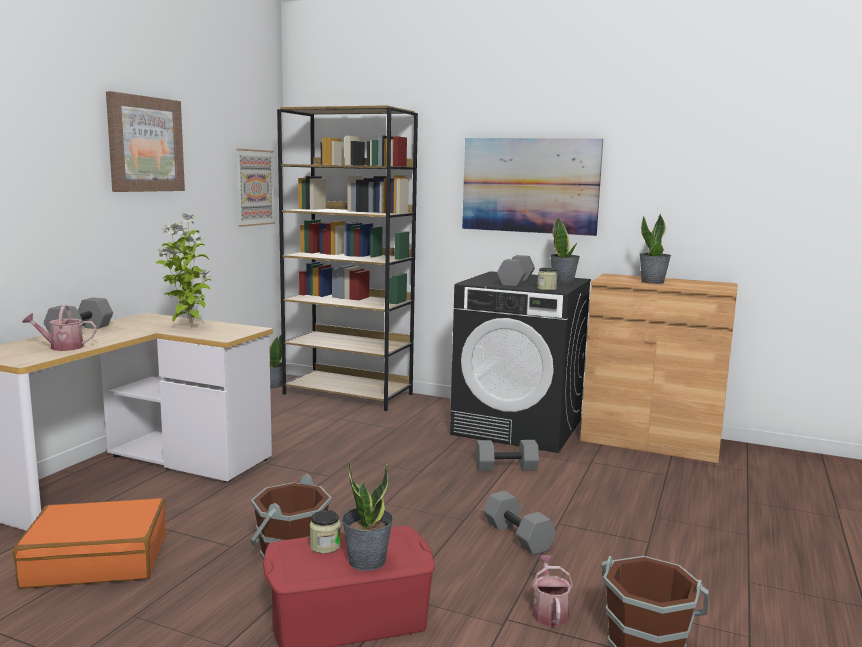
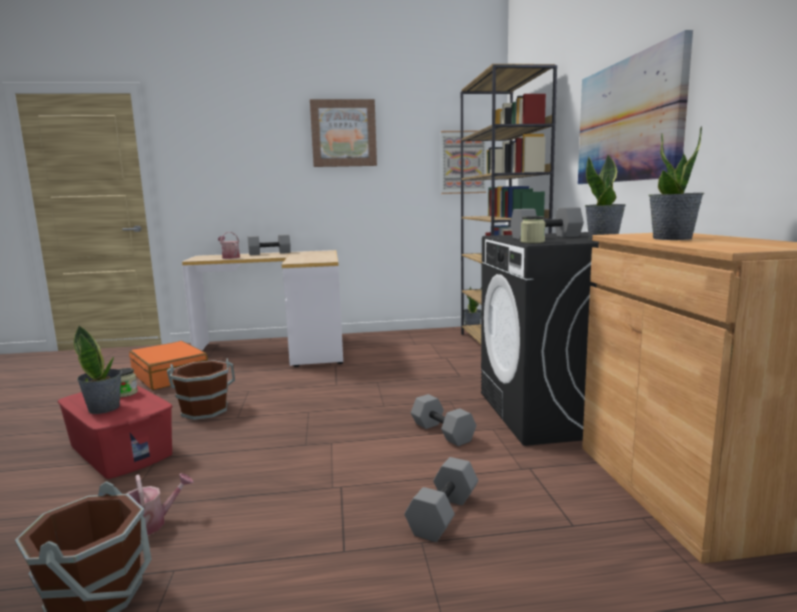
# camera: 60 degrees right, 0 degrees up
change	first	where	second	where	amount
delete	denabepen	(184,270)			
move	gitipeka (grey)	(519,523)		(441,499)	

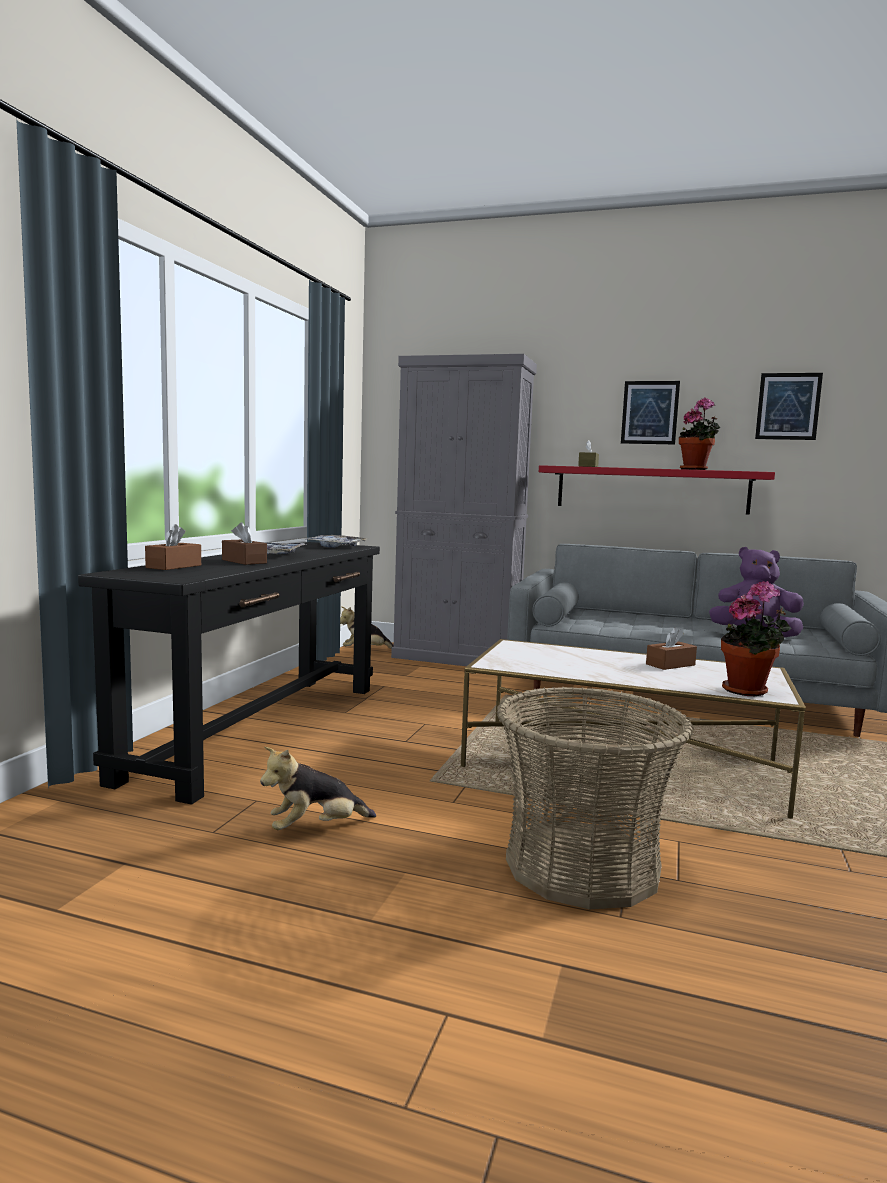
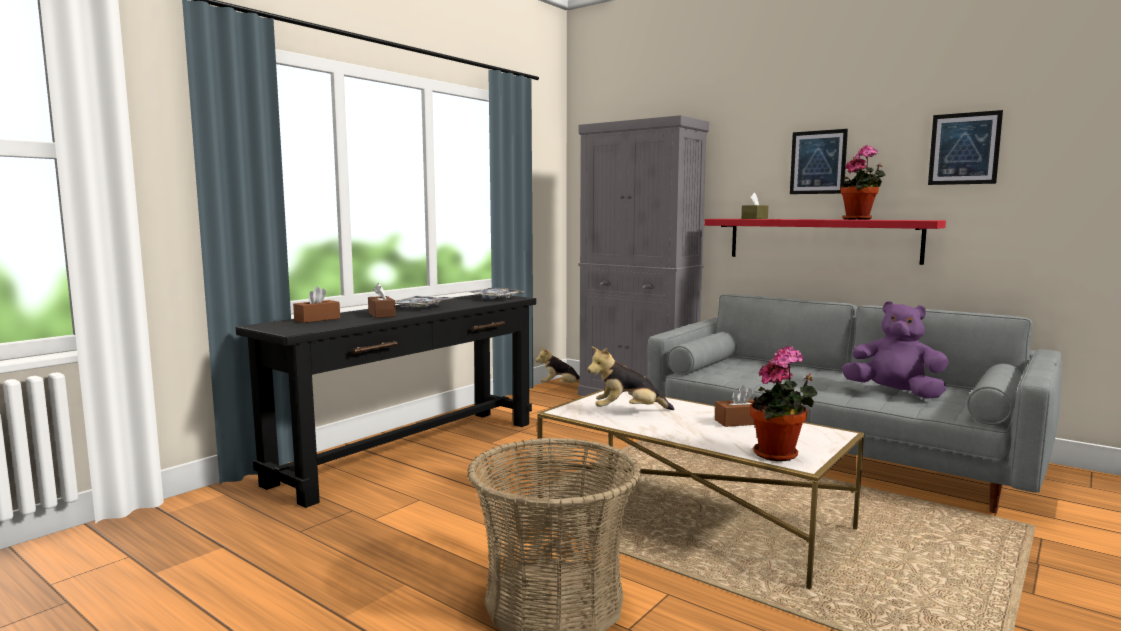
# camera: 20 degrees right, 0 degrees up
change	first	where	second	where	amount
move	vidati	(318,788)		(631,378)	

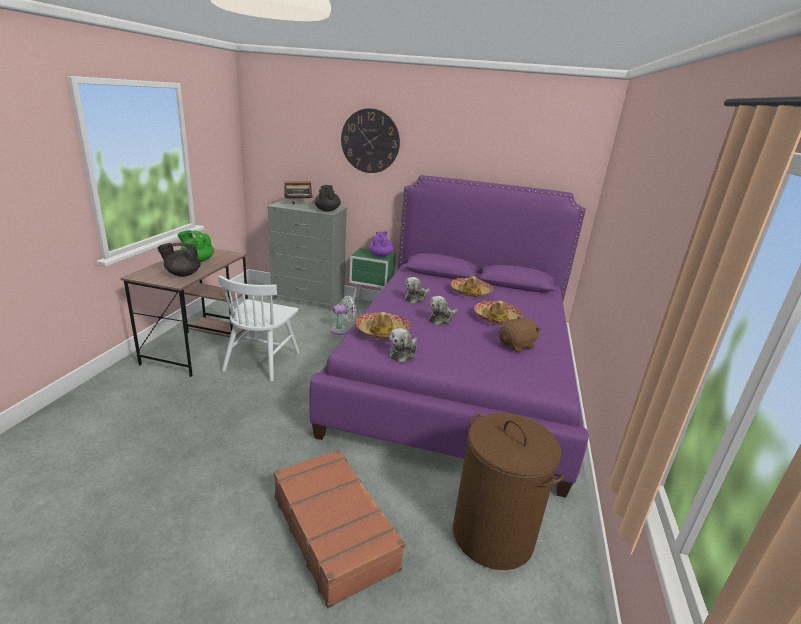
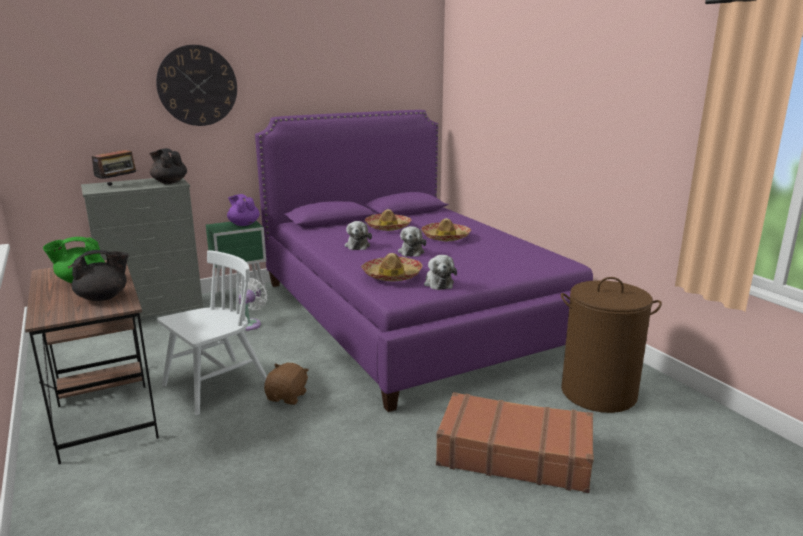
# camera: 40 degrees left, 5 degrees down
change	first	where	second	where	amount
rotate	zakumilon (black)	(178,259)		(100,275)	150 degrees counterclockwise
rotate	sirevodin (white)	(258,328)		(212,332)	105 degrees counterclockwise
move	vidati (brown)	(520,334)		(286,384)	

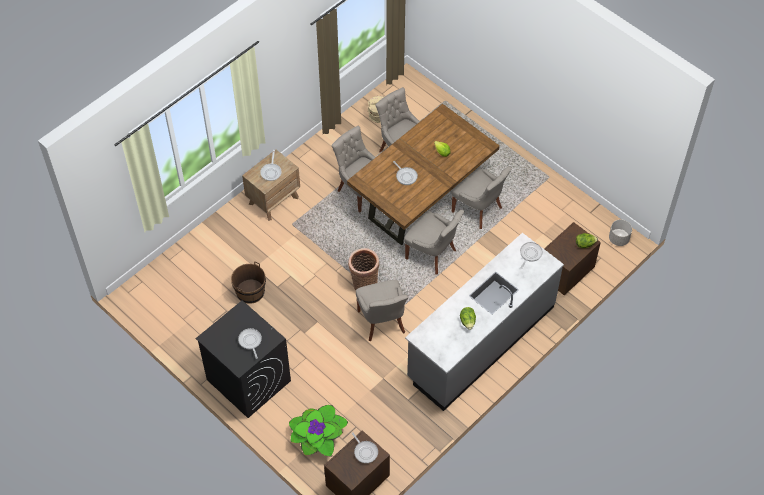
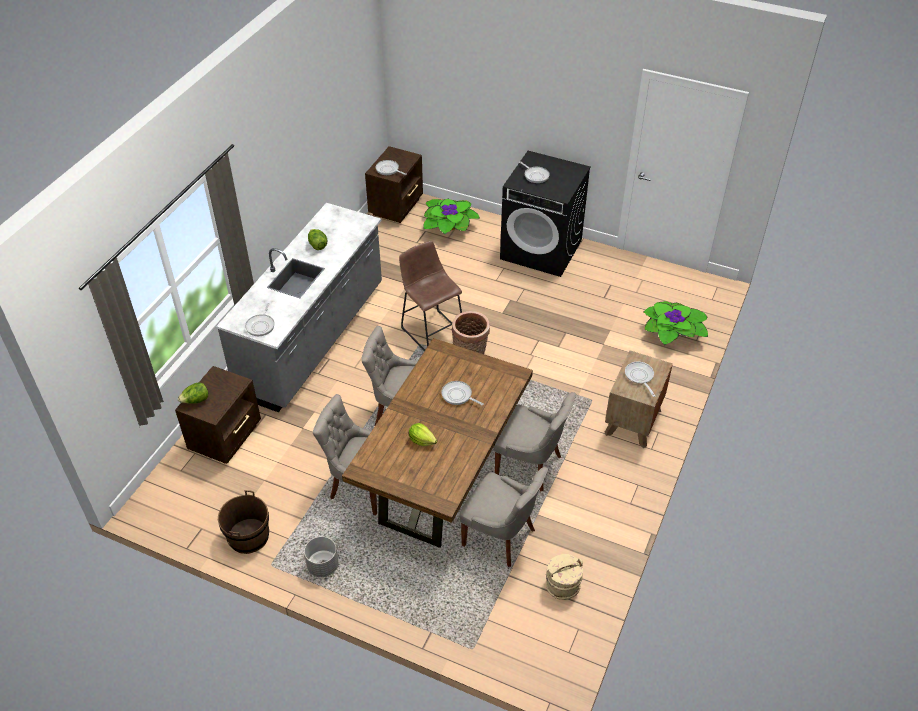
# camera: 160 degrees right, 10 degrees down
change	first	where	second	where	amount
move	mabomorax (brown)	(248,282)		(243,522)	
replace	sirevodin (grey)	(382,311)	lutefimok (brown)	(430,296)	
move	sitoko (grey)	(620,233)		(321,556)	
insert			denabepen	(676,323)	

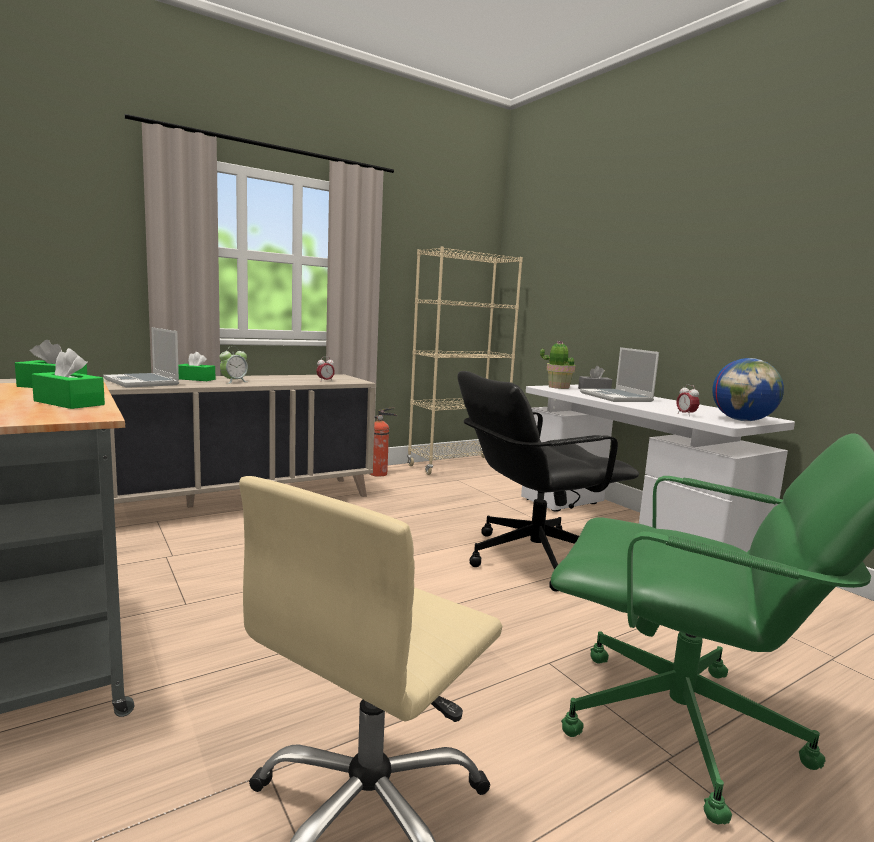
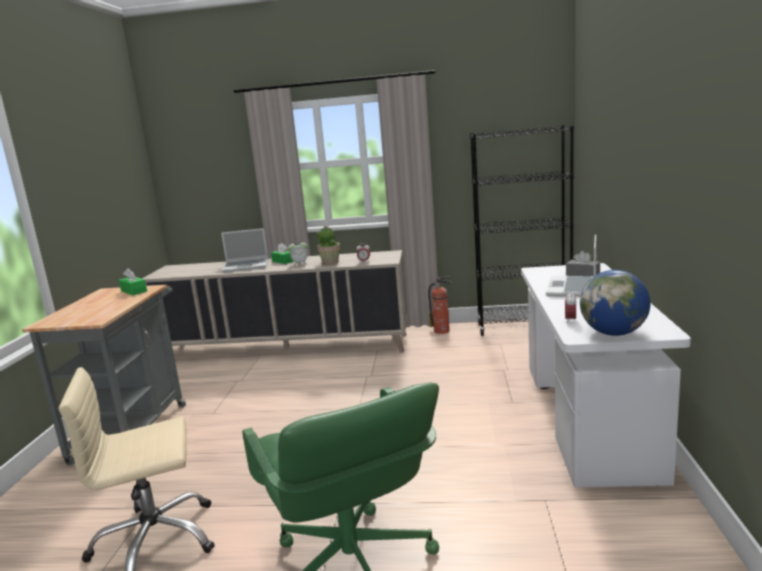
# camera: 40 degrees right, 5 degrees up
change	first	where	second	where	amount
delete	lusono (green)	(68,378)			
rotate	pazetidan	(141,357)		(244,250)	90 degrees counterclockwise
recolor	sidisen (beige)	(465,361)	sidisen (black)	(522,230)	
delete	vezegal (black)	(548,481)			
move	denabepen	(558,364)		(328,245)	

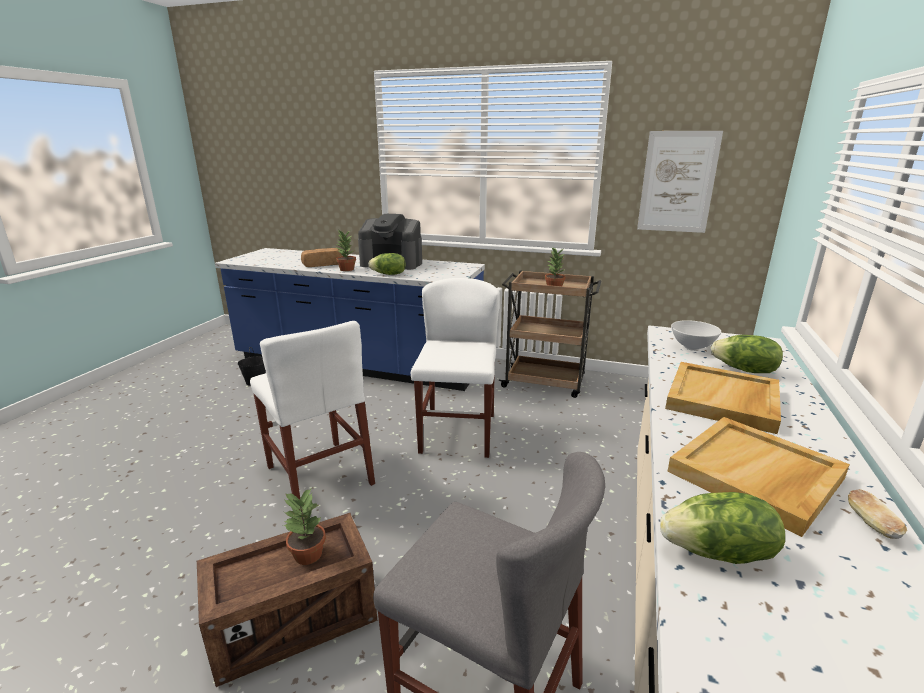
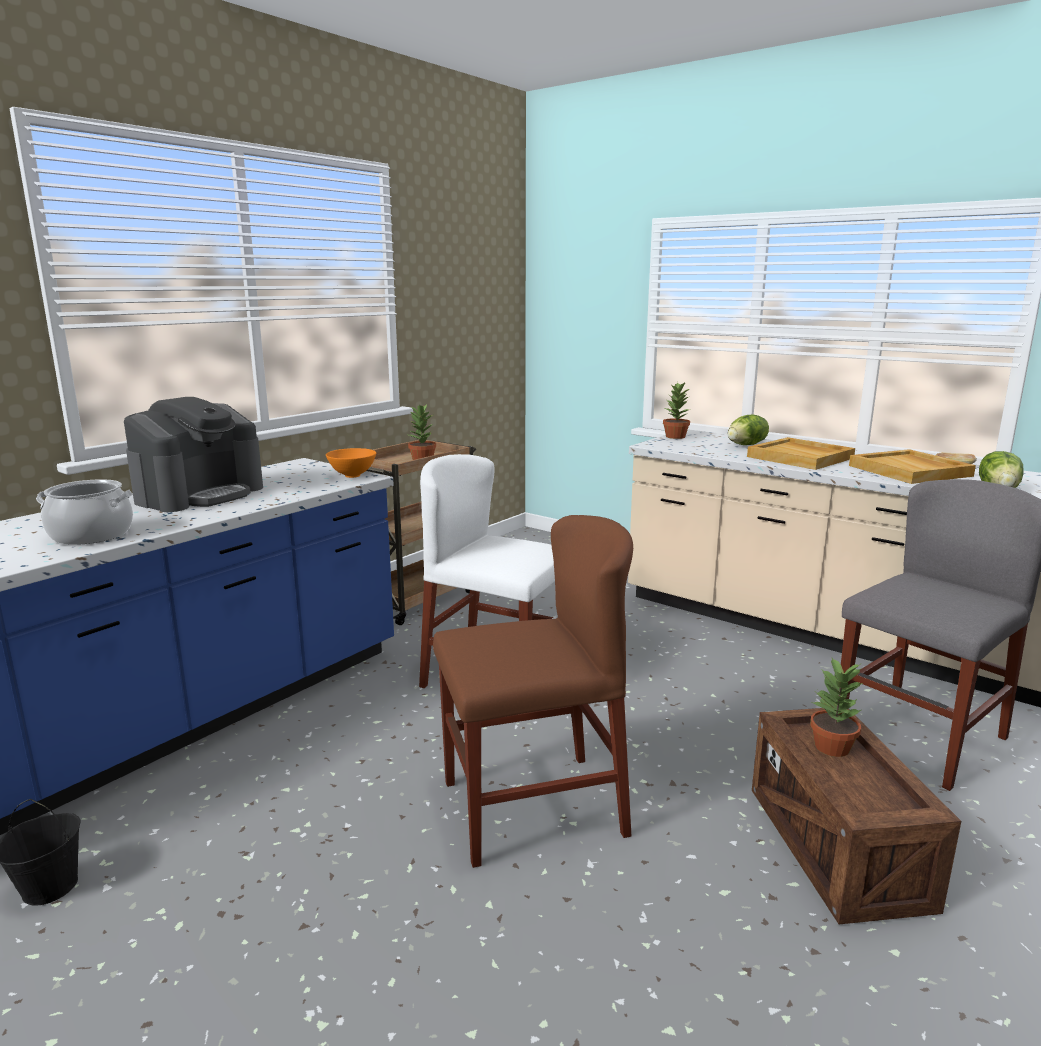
# camera: 70 degrees left, 5 degrees down
change	first	where	second	where	amount
recolor	sirevodin (white)	(312,410)	sirevodin (brown)	(533,691)	
replace	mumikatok	(322,257)	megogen	(84,512)	
move	denabepen	(346,250)		(676,410)	
delete	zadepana	(387,264)			
delete	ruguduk	(680,182)			
delete	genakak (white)	(696,335)			
insert			genakak (orange)	(351,463)	

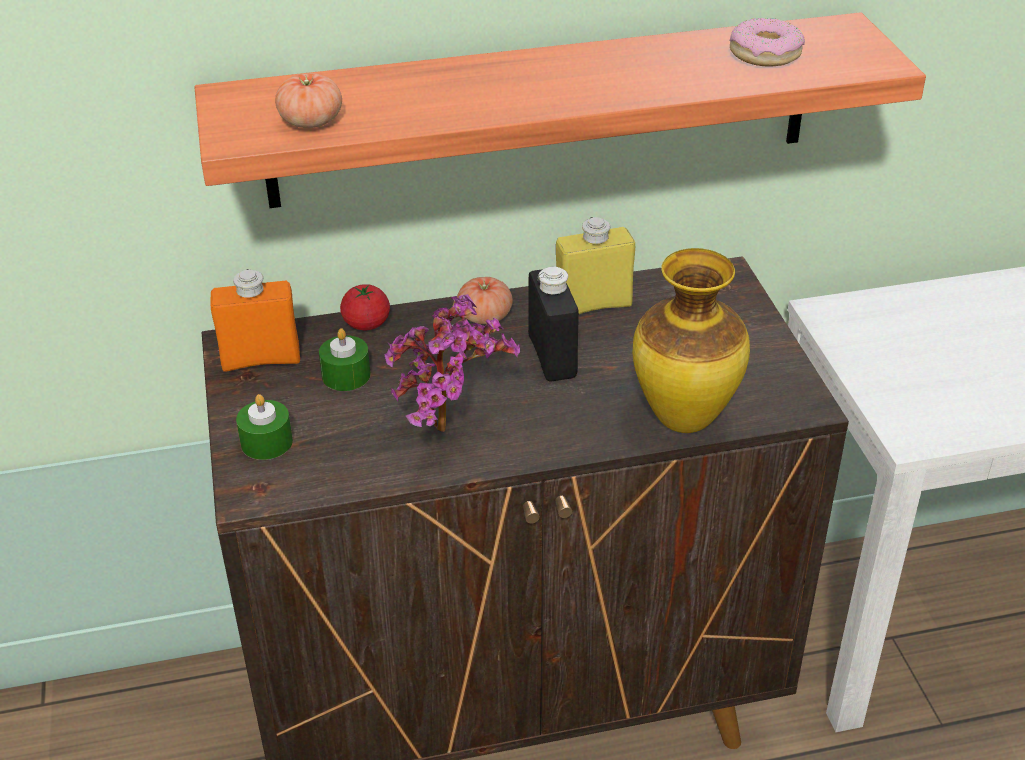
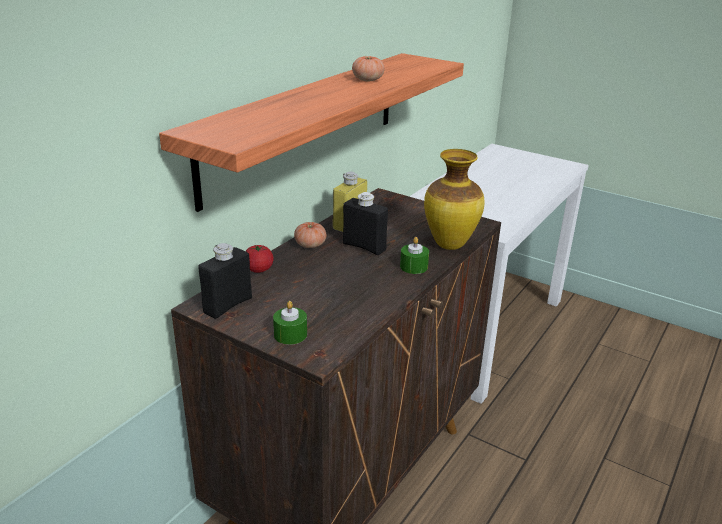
# camera: 45 degrees left, 10 degrees down
change	first	where	second	where	amount
recolor	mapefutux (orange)	(255,320)	mapefutux (black)	(225,281)	
move	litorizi	(308,100)		(368,68)	
move	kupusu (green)	(345,359)		(414,255)	
delete	denabepen	(452,363)			
delete	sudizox	(767,42)			

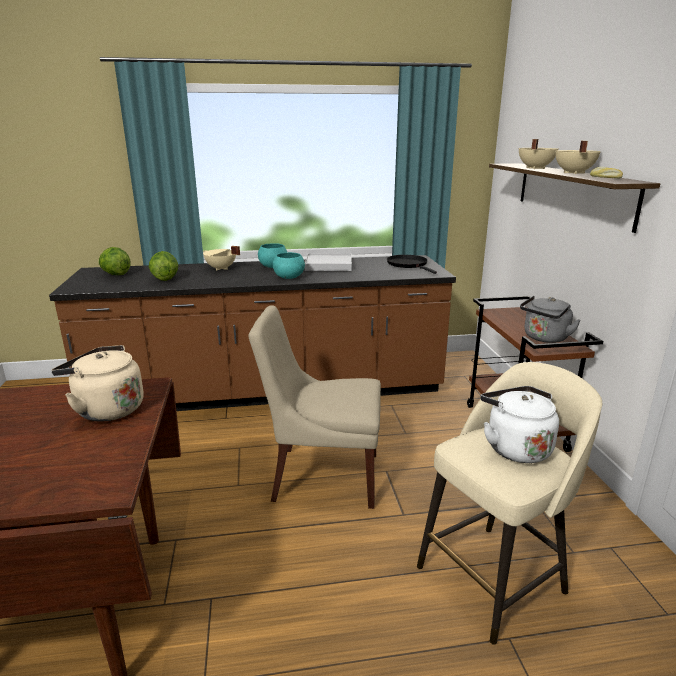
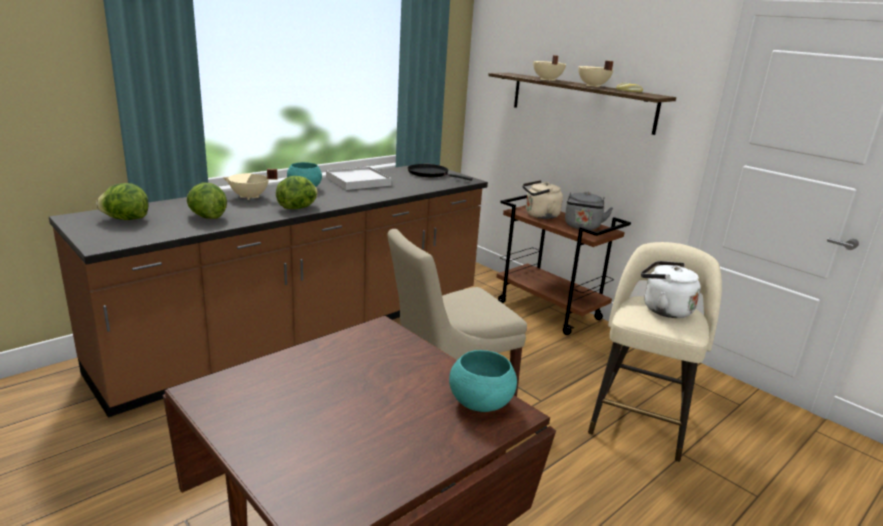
# camera: 35 degrees left, 0 degrees up
change	first	where	second	where	amount
move	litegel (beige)	(97,383)		(542,199)	
move	genakak (turquoise)	(289,265)		(483,381)	
insert			zadepana	(297,192)	

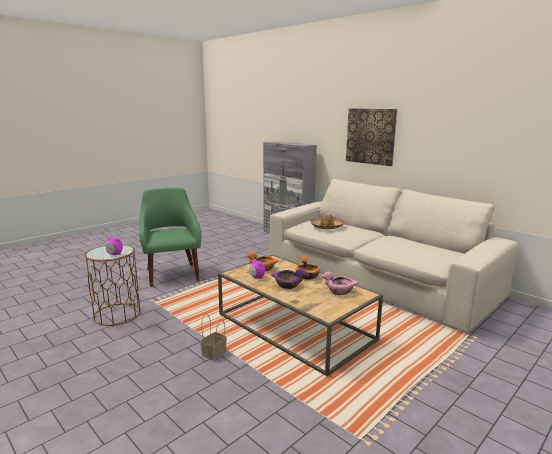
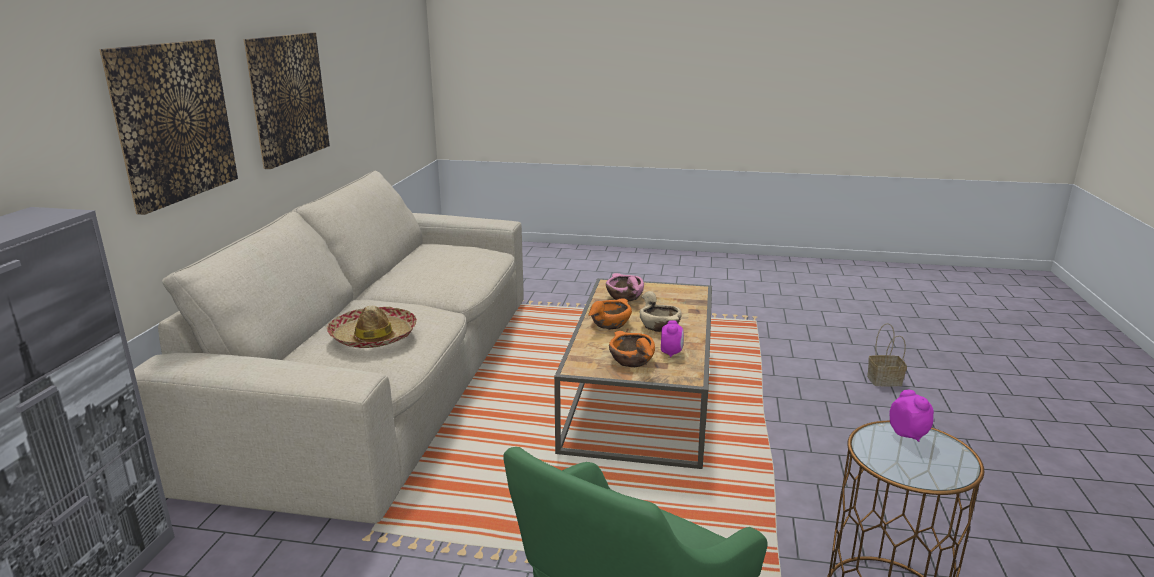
# camera: 125 degrees left, 5 degrees up
change	first	where	second	where	amount
move	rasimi	(213,337)		(887,354)	
recolor	genakak (purple)	(290,278)	genakak (beige)	(661,311)	
insert			ruguduk	(287,101)	

